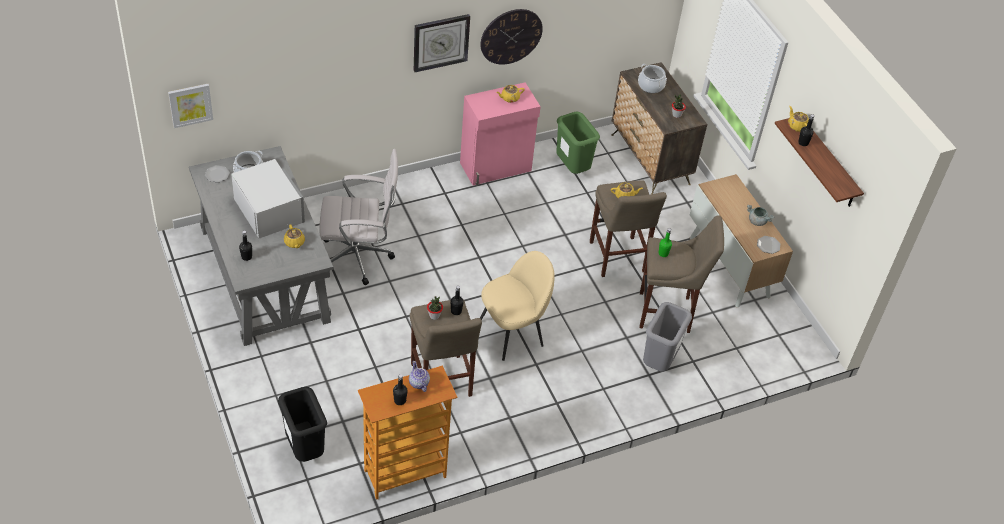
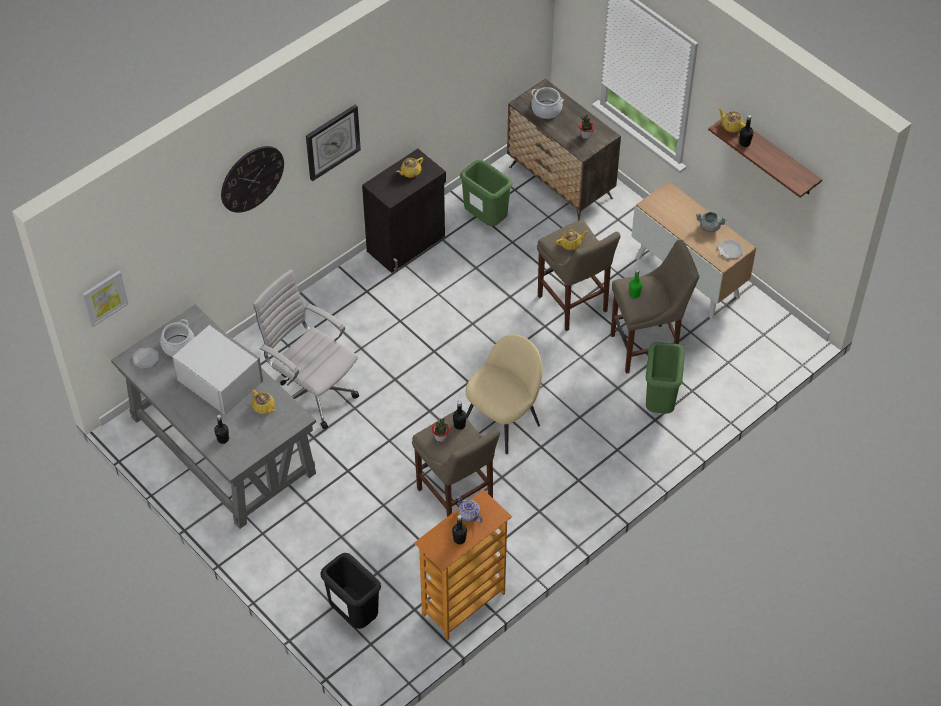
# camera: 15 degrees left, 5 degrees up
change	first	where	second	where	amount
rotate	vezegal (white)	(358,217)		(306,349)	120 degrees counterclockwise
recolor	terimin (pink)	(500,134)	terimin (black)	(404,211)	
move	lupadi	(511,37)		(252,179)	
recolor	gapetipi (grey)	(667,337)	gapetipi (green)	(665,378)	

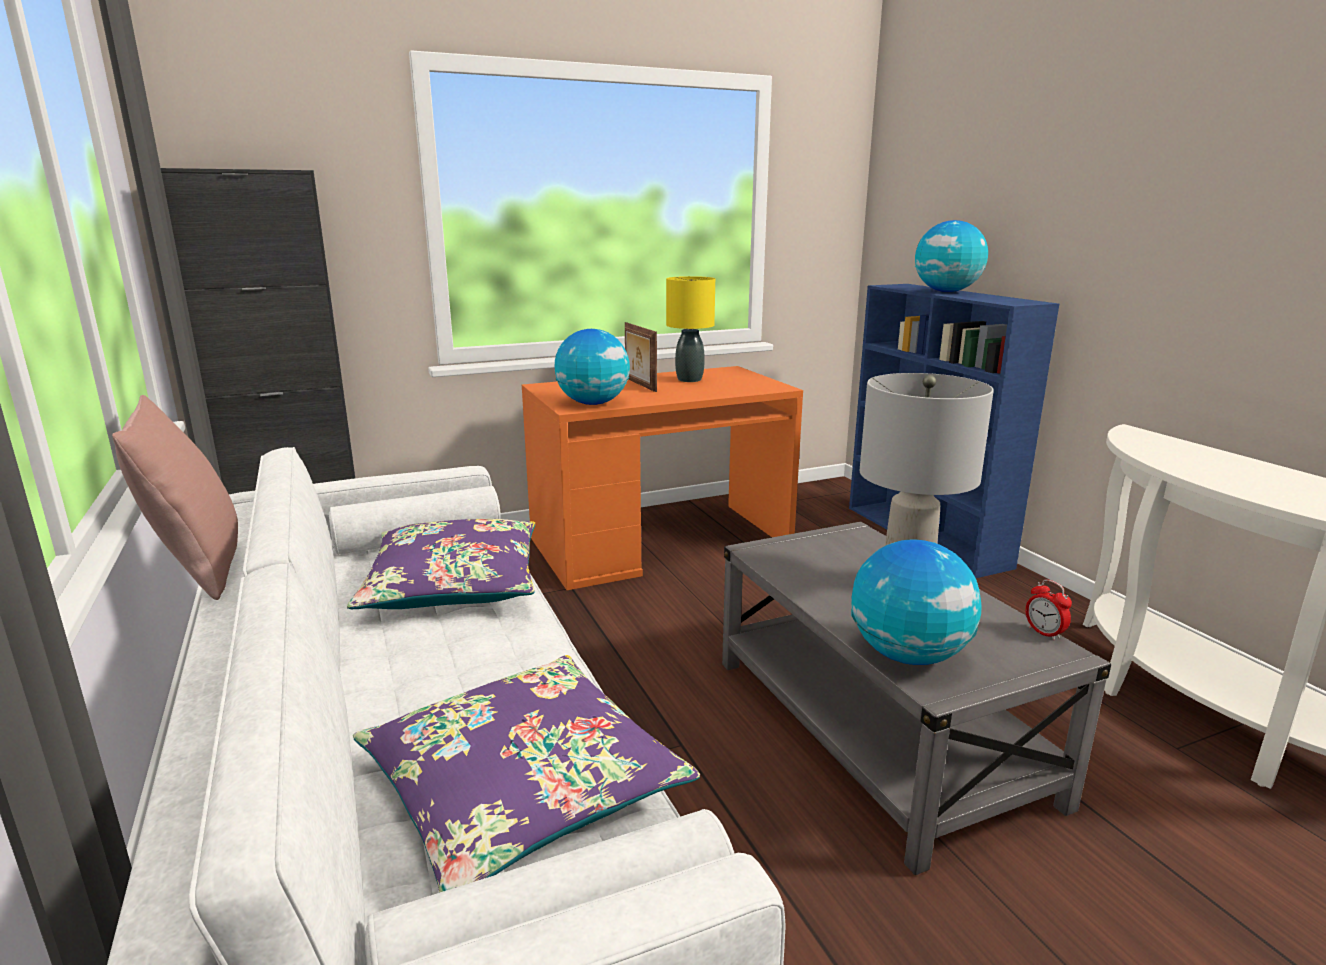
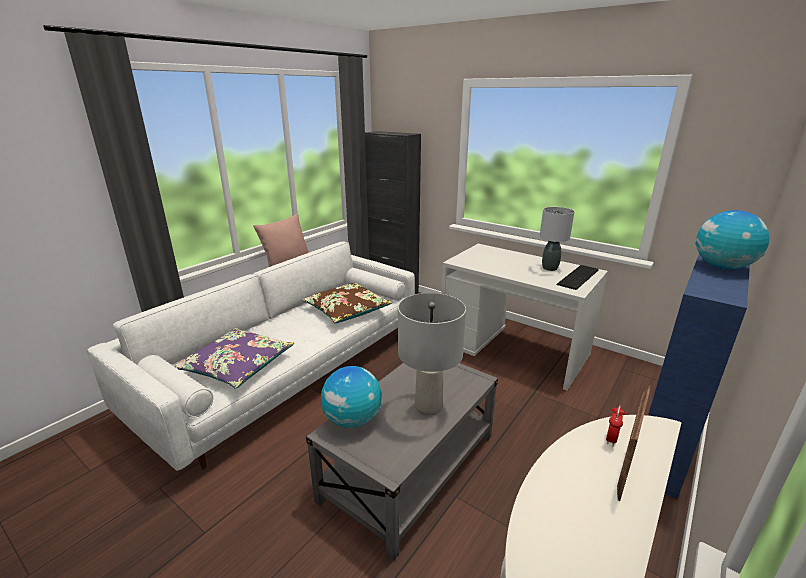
# camera: 60 degrees right, 5 degrees up
change	first	where	second	where	amount
recolor	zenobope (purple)	(441,564)	zenobope (brown)	(347,303)	
recolor	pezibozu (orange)	(662,478)	pezibozu (white)	(525,317)	
delete	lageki	(592,367)			
move	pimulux	(641,357)		(634,443)	
recolor	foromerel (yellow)	(690,329)	foromerel (grey)	(557,239)	
move	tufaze	(1049,610)		(615,425)	
insert			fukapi	(577,277)	

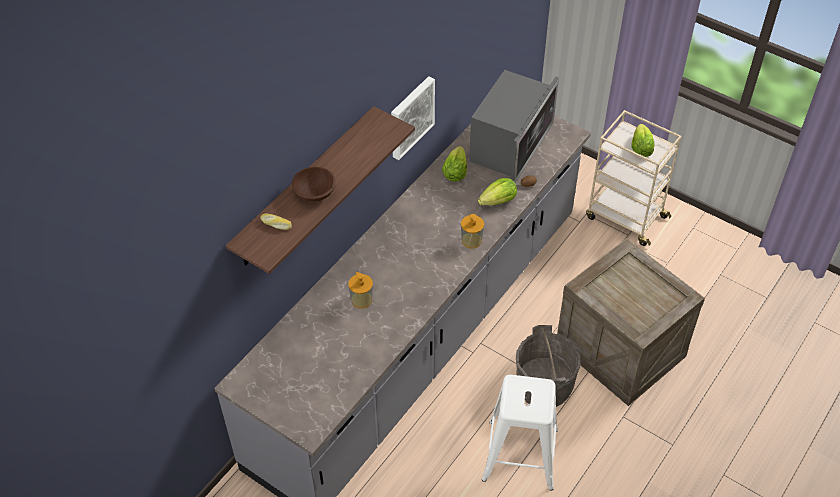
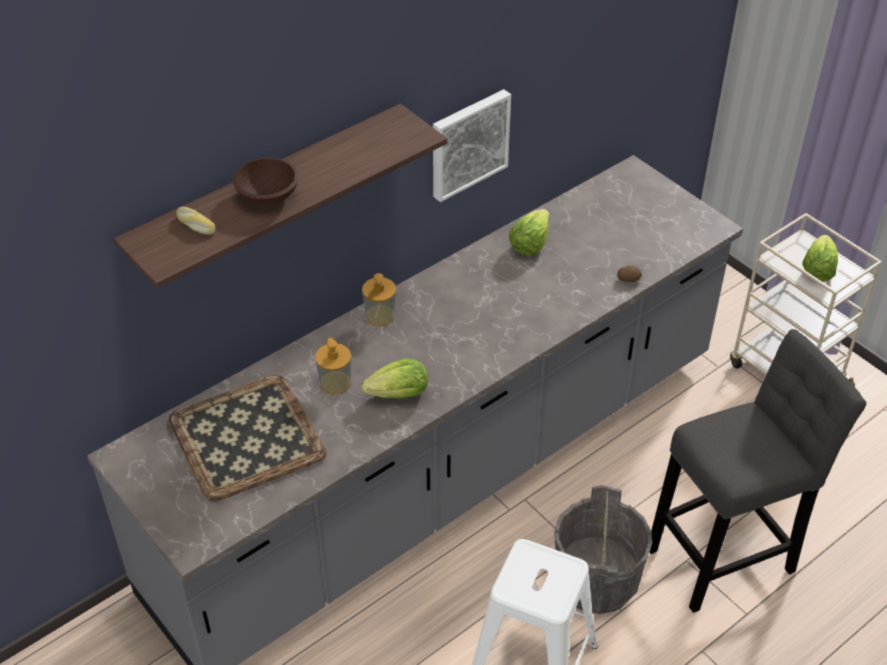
# camera: 15 degrees right, 5 degrees down
change	first	where	second	where	amount
move	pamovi	(472,231)		(379,300)	
delete	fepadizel	(514,126)			
move	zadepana	(497,192)		(395,378)	
replace	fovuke	(631,322)	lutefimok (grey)	(758,471)	
insert			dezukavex	(248,438)	

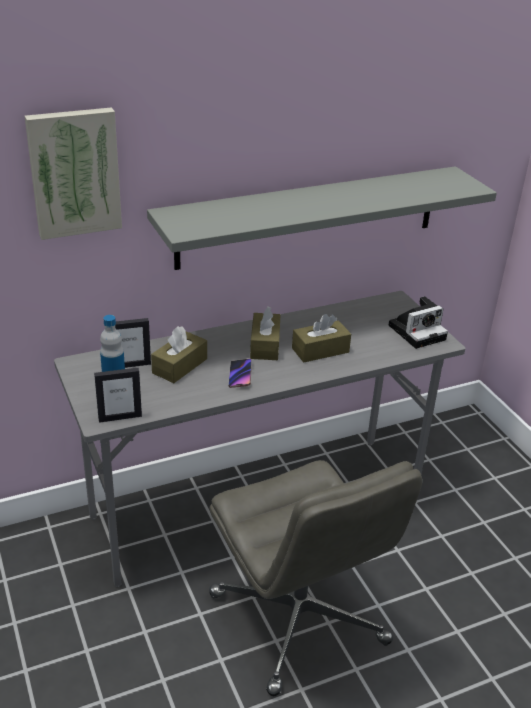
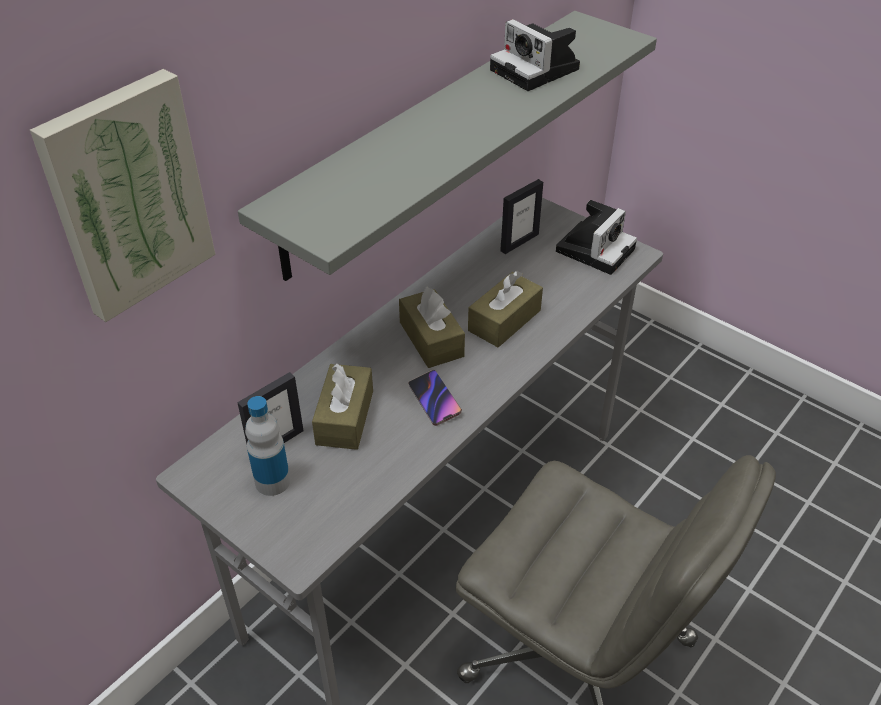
# camera: 25 degrees left, 10 degrees up
change	first	where	second	where	amount
move	pimulux	(118,395)		(522,216)	
insert			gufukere	(535,55)	

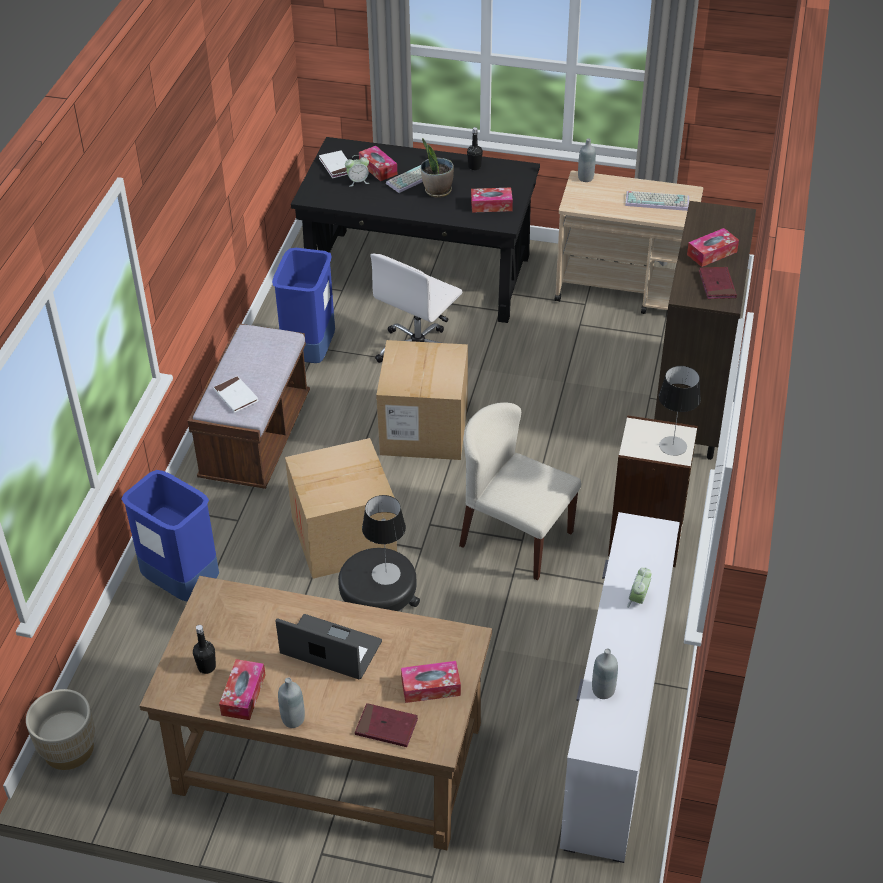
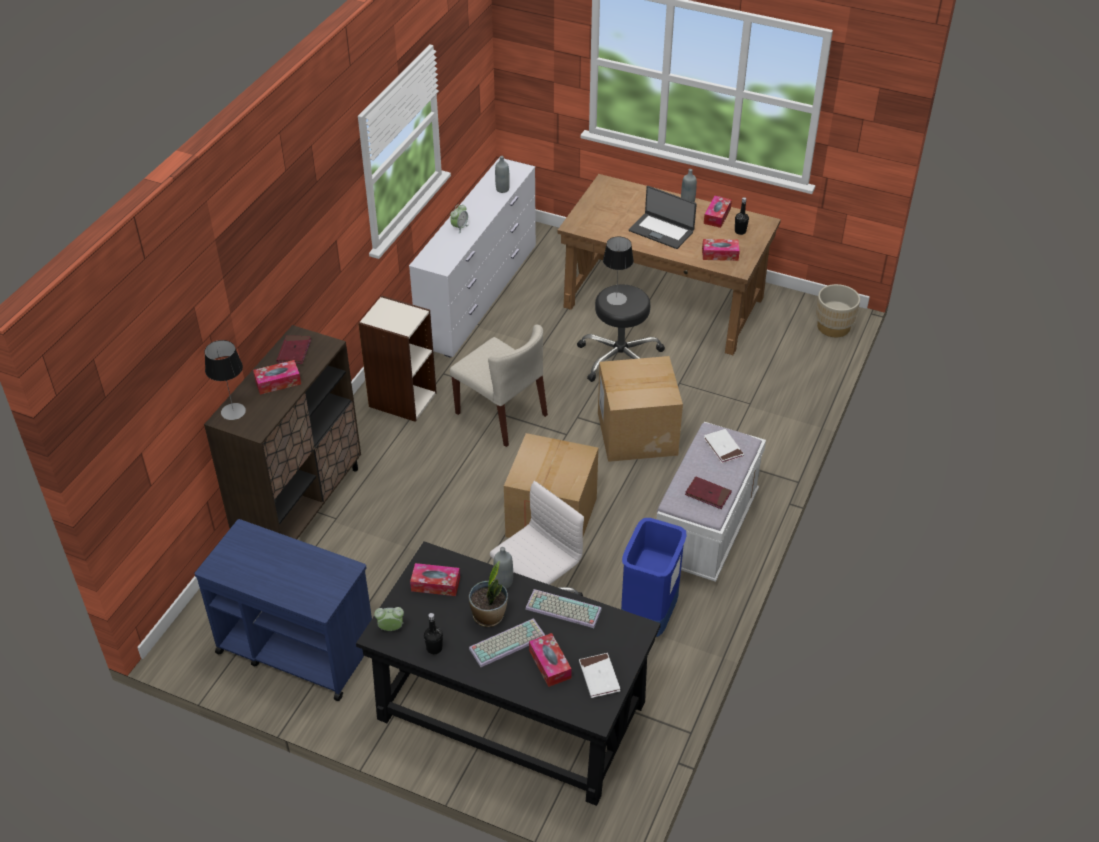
# camera: 170 degrees left, 0 degrees up
change	first	where	second	where	amount
delete	gapetipi (blue)	(170,536)			
recolor	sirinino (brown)	(249,406)	sirinino (white)	(711,502)	
move	tufaze	(357,171)		(389,619)	
move	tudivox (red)	(386,725)		(708,492)	
move	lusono	(431,682)		(721,250)	
recolor	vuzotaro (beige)	(628,242)	vuzotaro (blue)	(283,610)	
move	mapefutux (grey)	(587,160)		(503,568)	
move	fukapi	(657,201)		(563,608)	
move	foromerel	(680,411)		(225,380)	

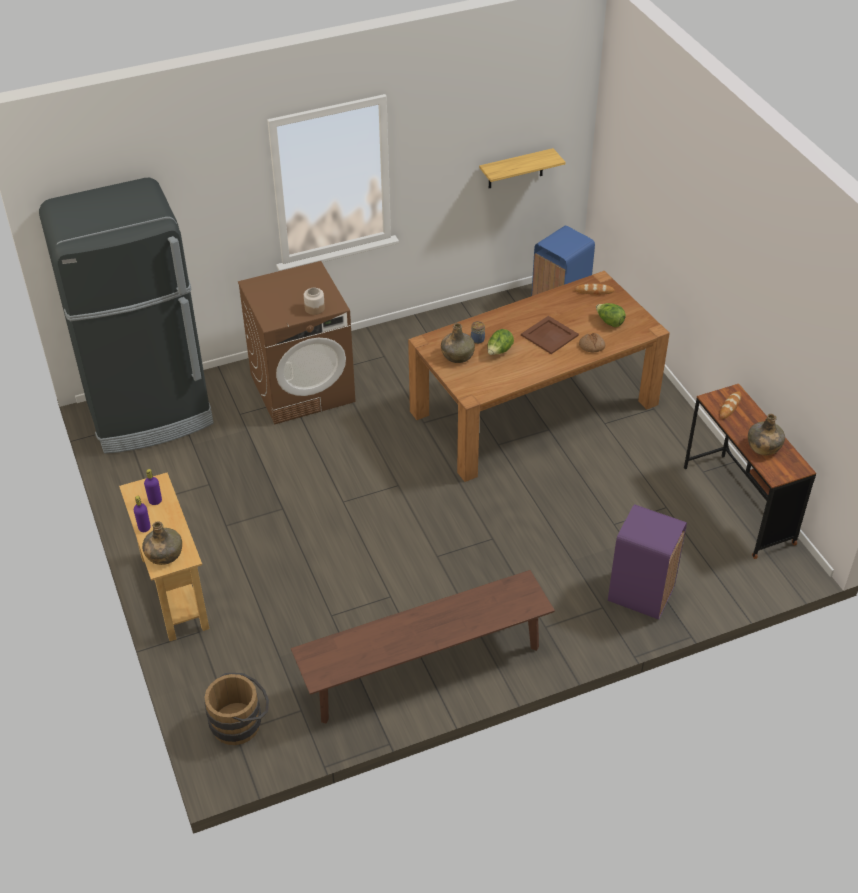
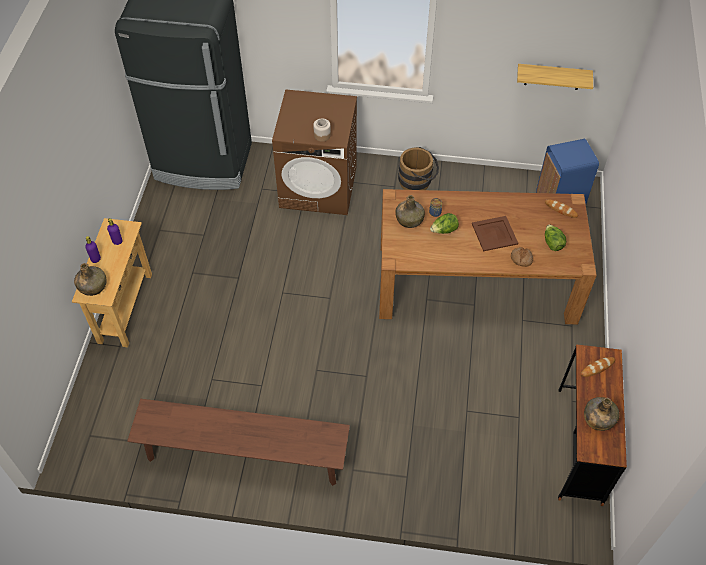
# camera: 30 degrees right, 10 degrees up
change	first	where	second	where	amount
move	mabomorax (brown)	(237,708)		(418,168)	
delete	gapetipi (purple)	(647,562)			

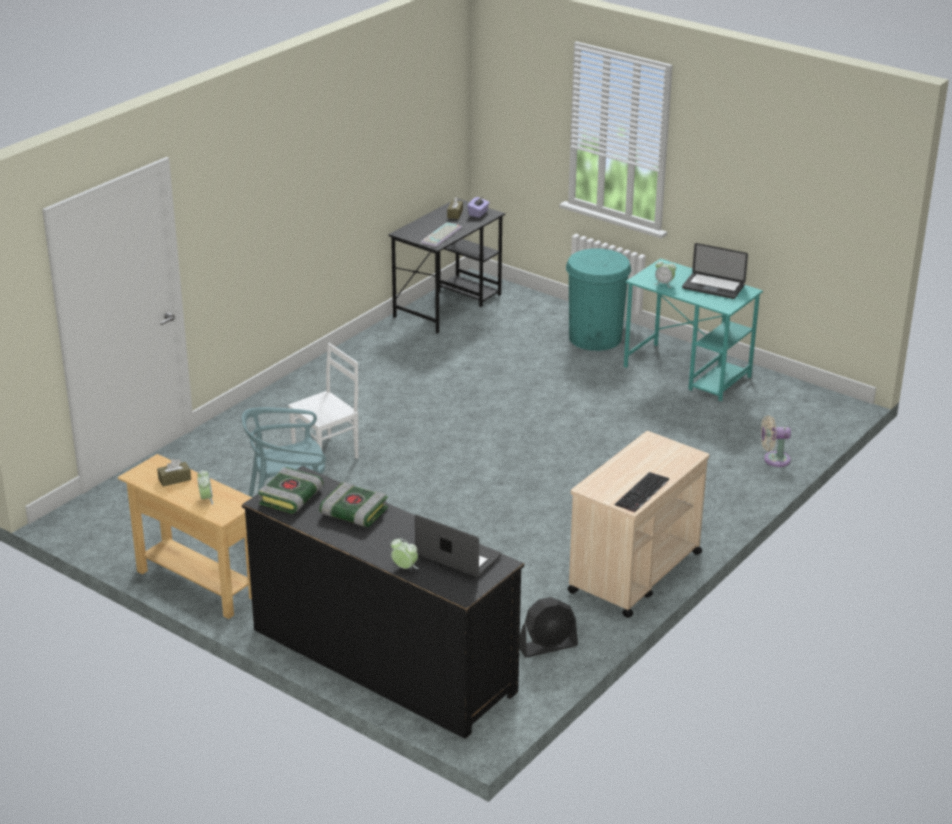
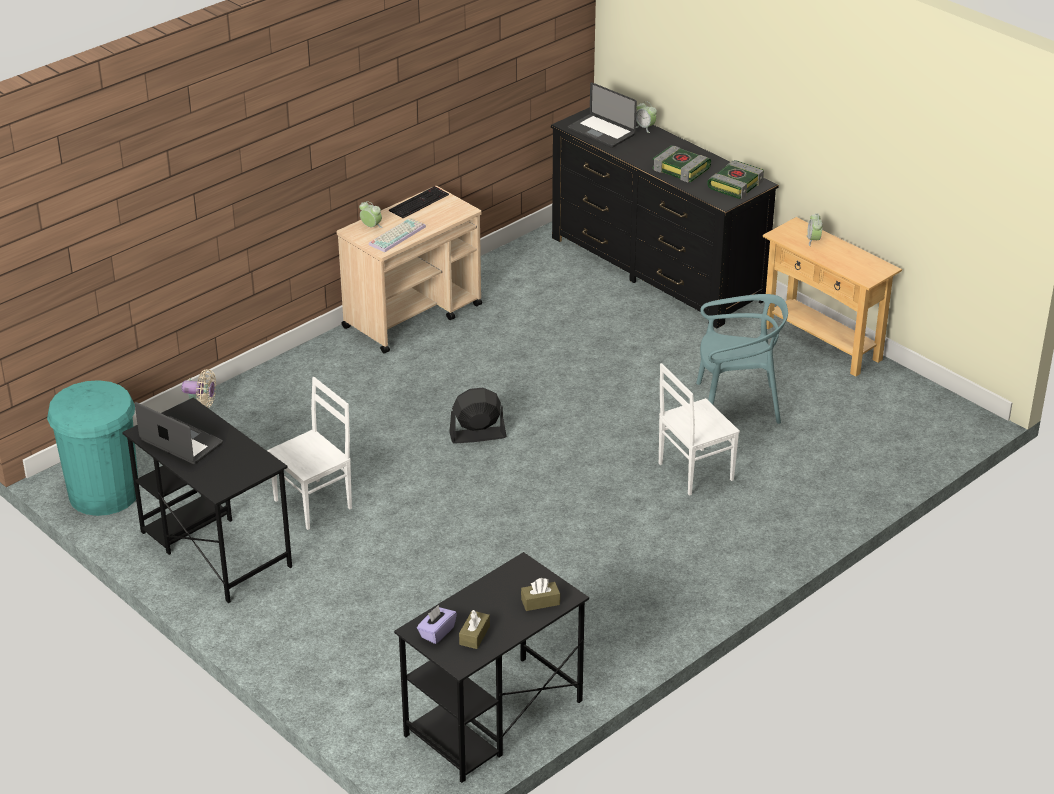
# camera: 170 degrees left, 5 degrees up
change	first	where	second	where	amount
move	lusono (brown)	(174,473)		(540,594)	
move	fukapi	(441,234)		(397,235)	
move	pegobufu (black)	(548,627)		(478,416)	
move	gapetipi (turquoise)	(598,299)		(92,448)	
recolor	pezibozu (turquoise)	(693,329)	pezibozu (black)	(207,500)	
move	tufaze	(665,273)		(371,214)	
insert			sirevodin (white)	(309,453)	

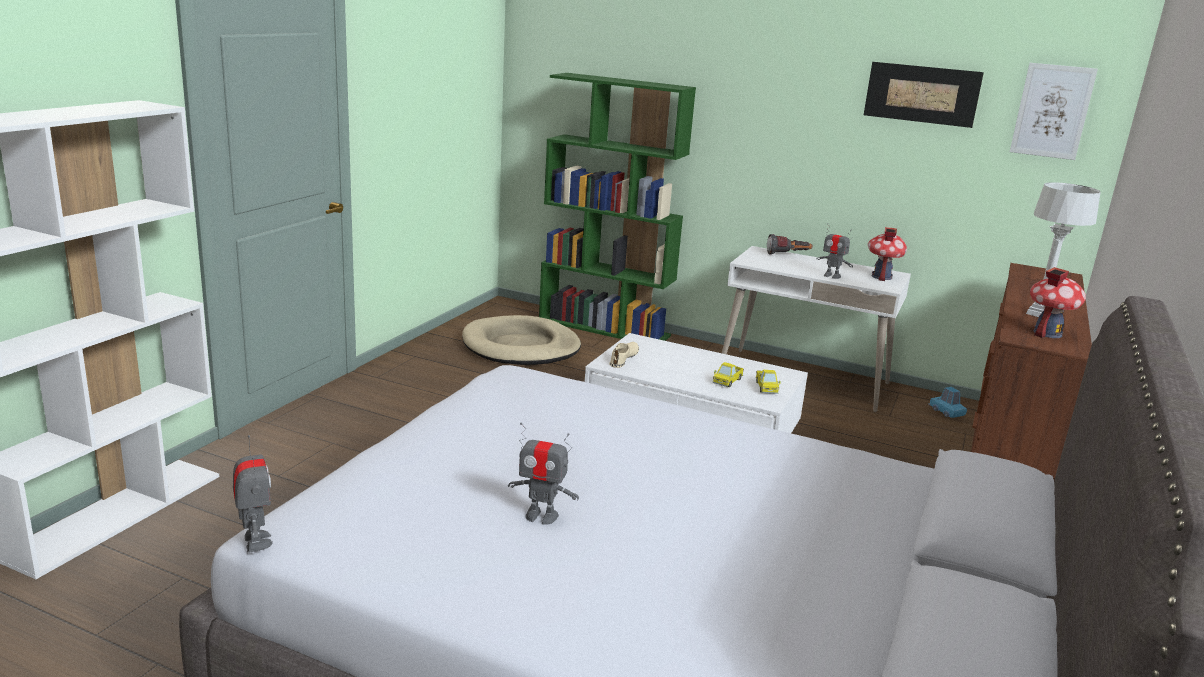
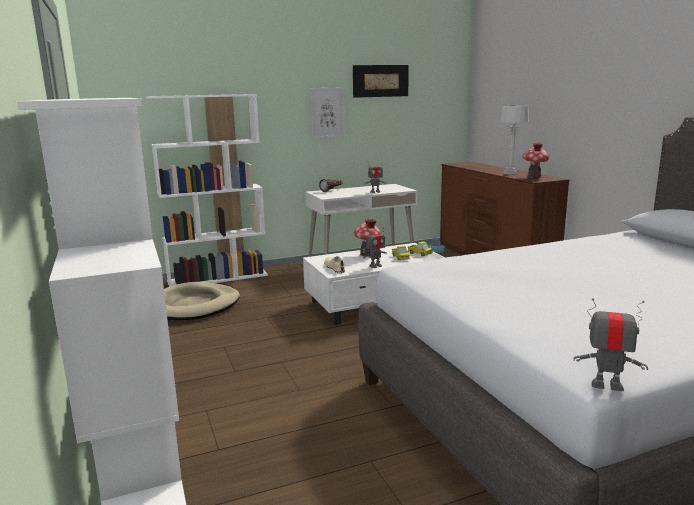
# camera: 45 degrees left, 5 degrees down
change	first	where	second	where	amount
move	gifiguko	(543,473)		(375,247)	
recolor	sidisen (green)	(617,207)	sidisen (white)	(207,190)	
move	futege	(887,254)		(367,237)	
move	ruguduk	(1054,111)		(327,113)	

